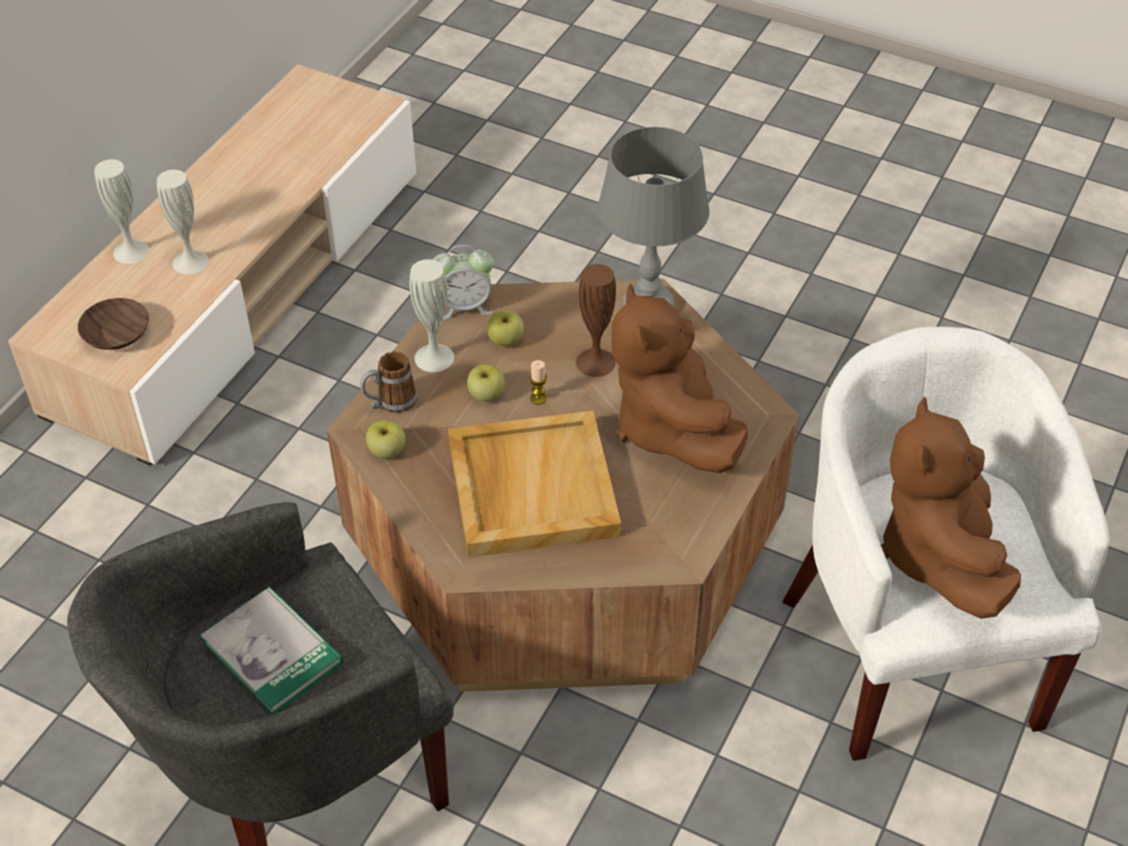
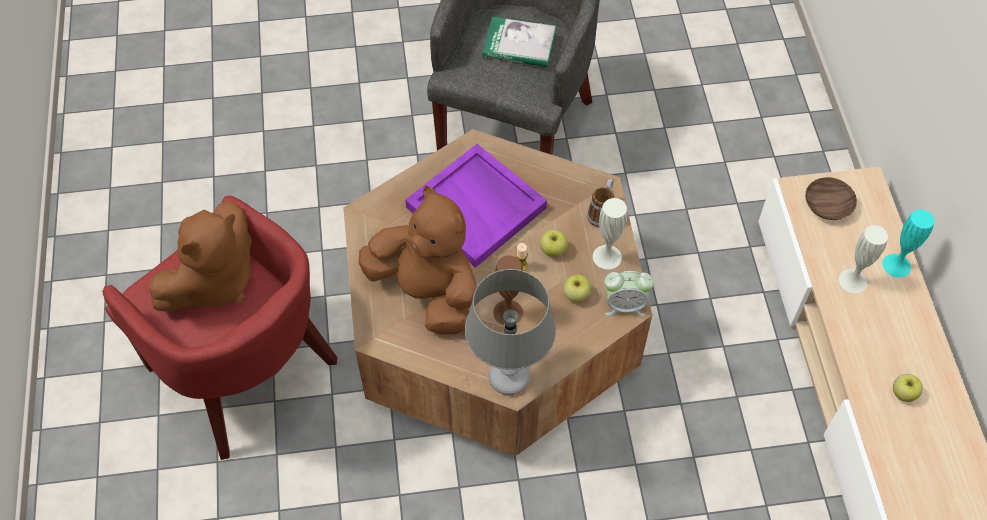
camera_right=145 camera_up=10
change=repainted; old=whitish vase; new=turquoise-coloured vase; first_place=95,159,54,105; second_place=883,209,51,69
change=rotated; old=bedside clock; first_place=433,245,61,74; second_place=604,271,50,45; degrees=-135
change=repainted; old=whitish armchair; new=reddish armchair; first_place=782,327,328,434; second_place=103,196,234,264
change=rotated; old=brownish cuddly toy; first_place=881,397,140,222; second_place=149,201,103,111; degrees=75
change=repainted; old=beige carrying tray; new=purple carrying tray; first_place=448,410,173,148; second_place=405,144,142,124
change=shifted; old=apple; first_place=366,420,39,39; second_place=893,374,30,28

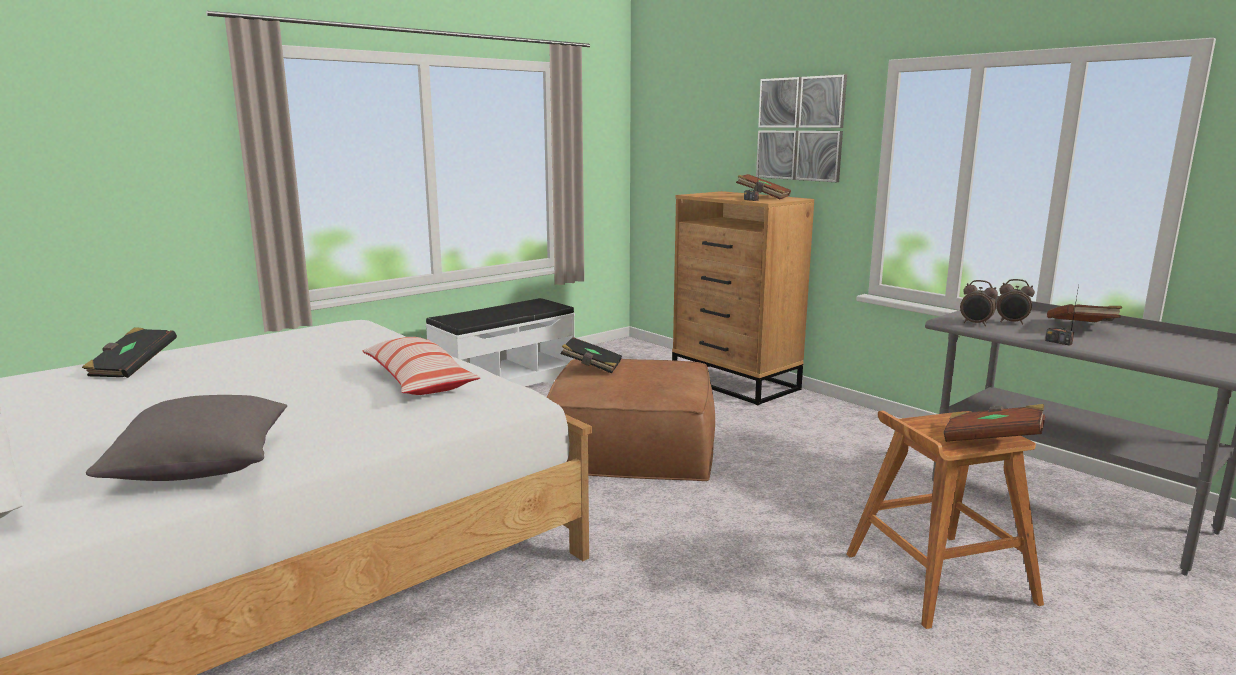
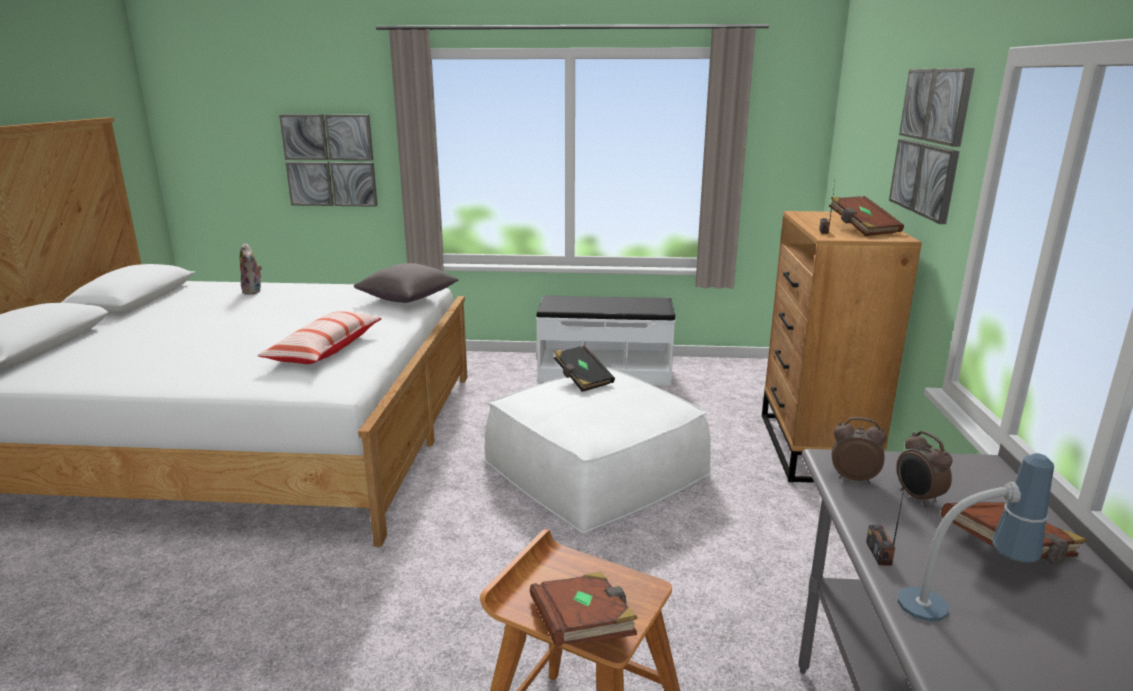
camera_right=45 camera_up=5
change=rotated; old=bedside clock; first_place=960,280,38,46; second_place=832,417,54,67; degrees=120
change=swapped; old=black book; new=cuddly toy; first_place=82,327,95,51; second_place=240,243,22,52
change=repainted; old=brownish pouffe; new=whitish pouffe; first_place=547,359,168,122; second_place=484,367,228,166
change=shifted; old=gray throw pillow; first_place=86,395,201,86; second_place=354,263,105,40
change=new; new=wall picture; second_place=279,114,98,93
change=new; new=tabletop lamp; second_place=897,453,157,169

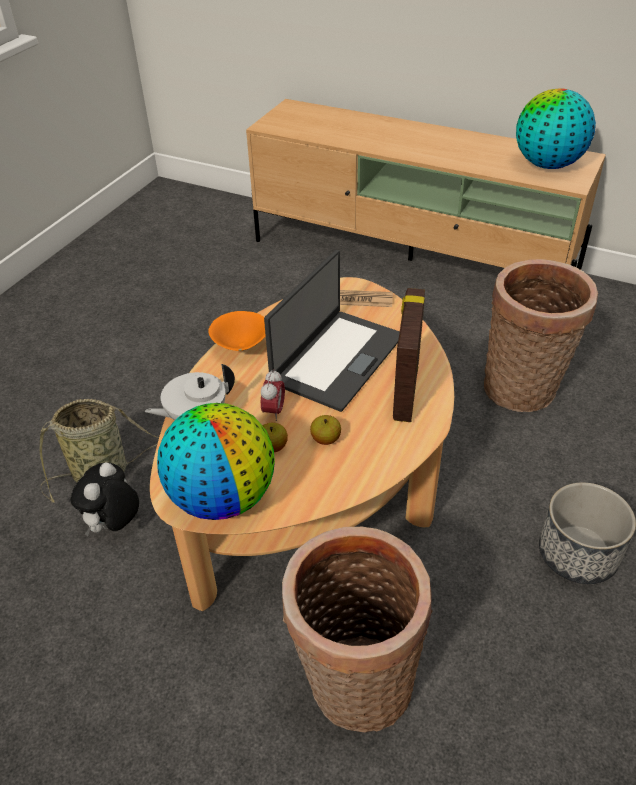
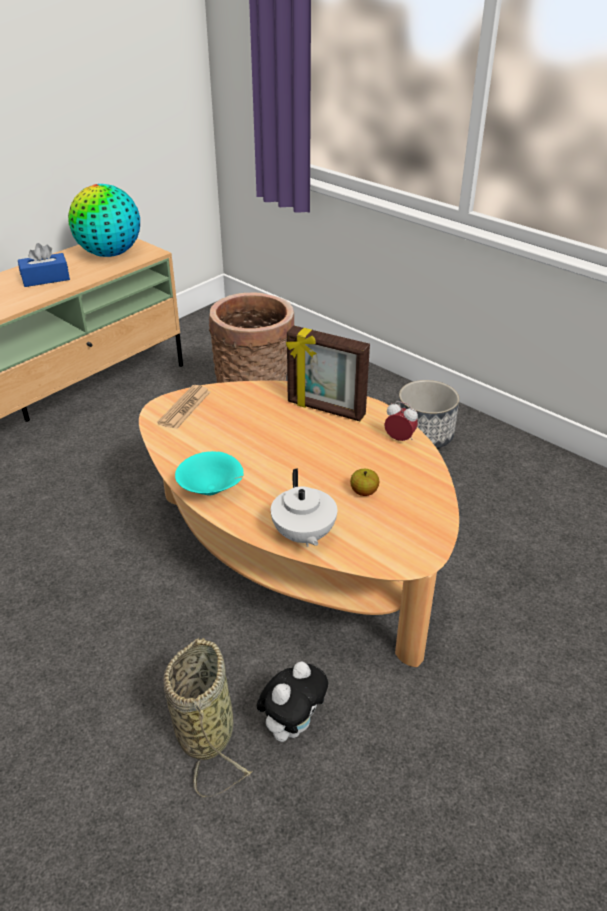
camera_right=-75 camera_up=-5
change=gone; old=portable computer; first_place=264,250,136,162
change=repainted; old=orange-coloured bowl; new=turquoise-coloured bowl; first_place=208,311,58,40; second_place=175,451,68,45
change=shifted; old=bedside clock; first_place=261,369,24,52; second_place=384,401,34,40
change=gone; old=world globe; first_place=157,403,118,117
change=gone; old=apple; first_place=310,415,31,30
change=rotated; old=cuddly toy; first_place=70,462,69,74; second_place=257,662,71,80; degrees=-90
change=gone; old=household basket; first_place=282,527,151,205
change=new; new=blue-coloured tissue box; second_place=18,243,52,44

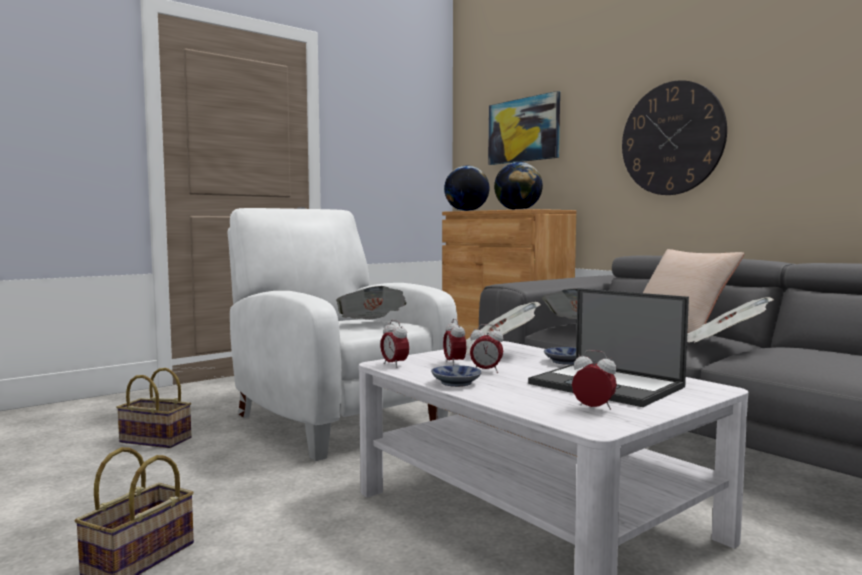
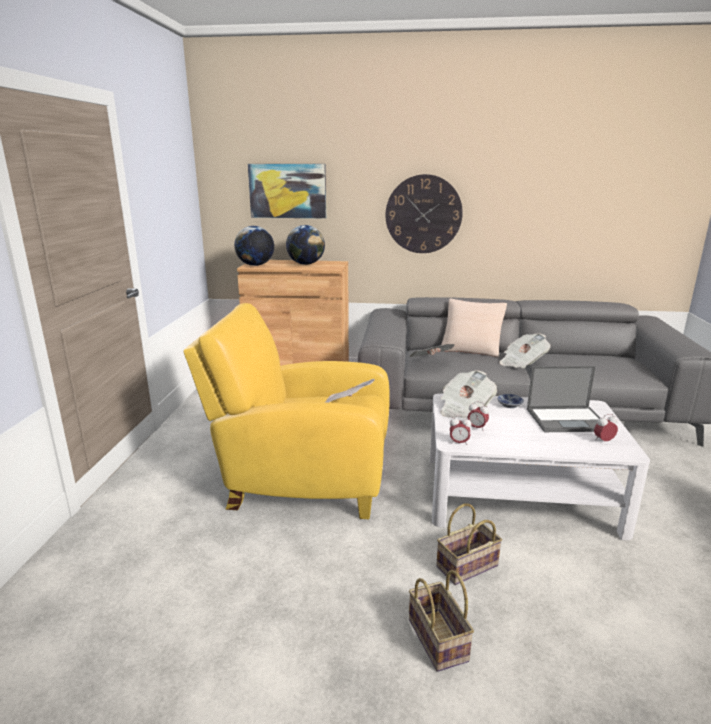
camera_right=-45 camera_up=15
change=repainted; old=whitish armchair; new=yellow armchair; first_place=228,208,229,253; second_place=184,303,206,216
change=gone; old=bedside clock; first_place=470,324,33,49
change=gone; old=bowl; first_place=431,365,51,22
change=shifted; old=household basket; first_place=116,368,75,80; second_place=436,503,66,82

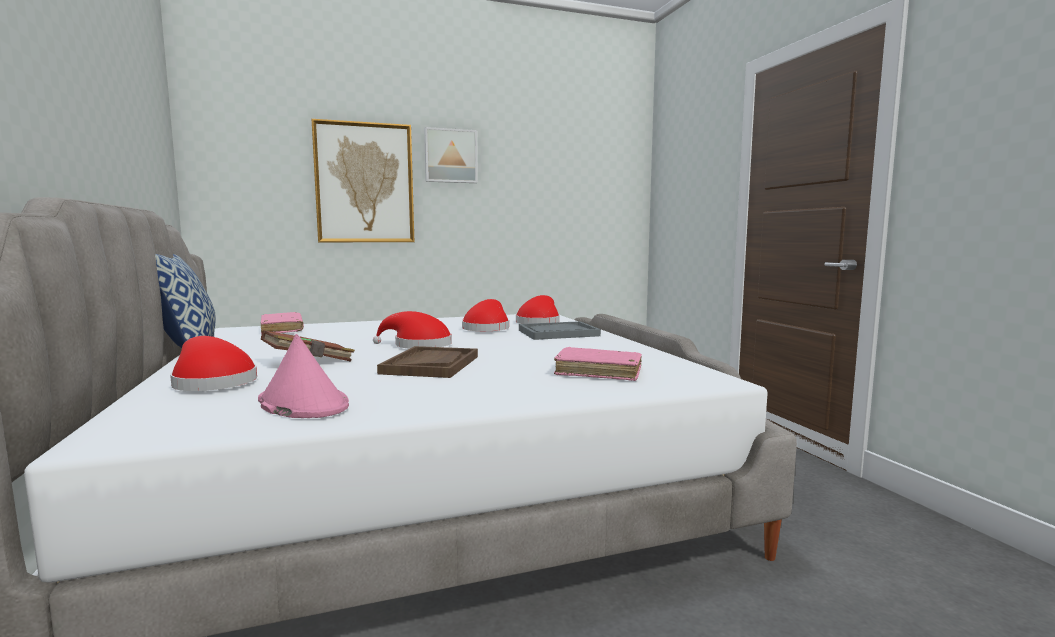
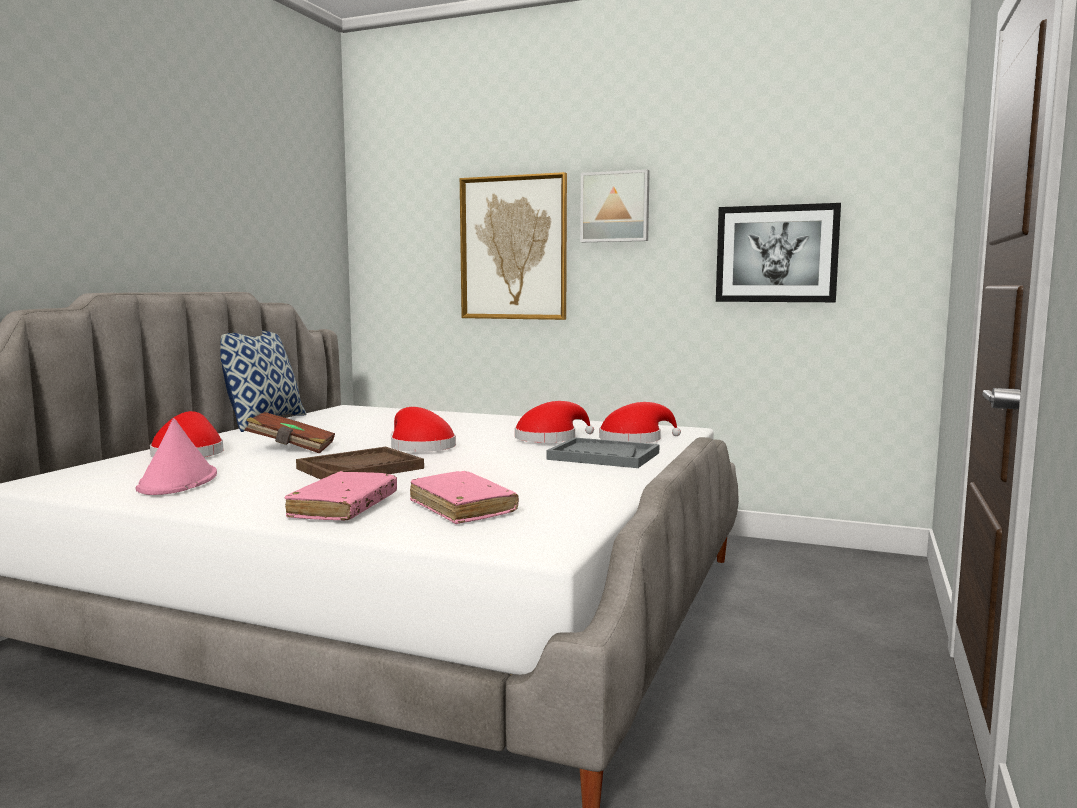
camera_right=40 camera_up=0
change=shifted; old=pink book; first_place=261,312,43,22; second_place=284,471,113,50
change=new; new=wall picture; second_place=716,203,125,99

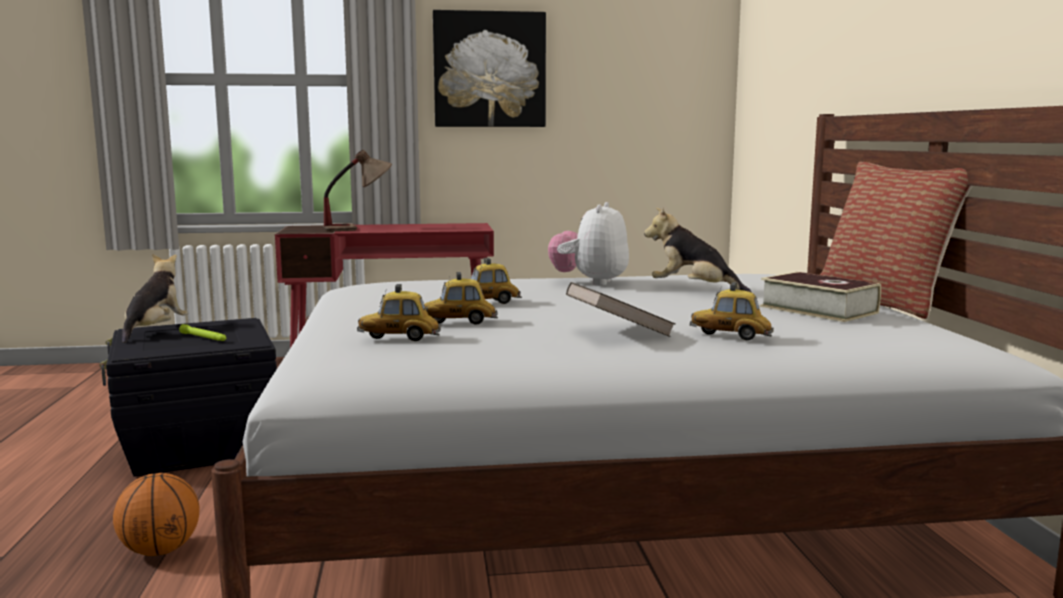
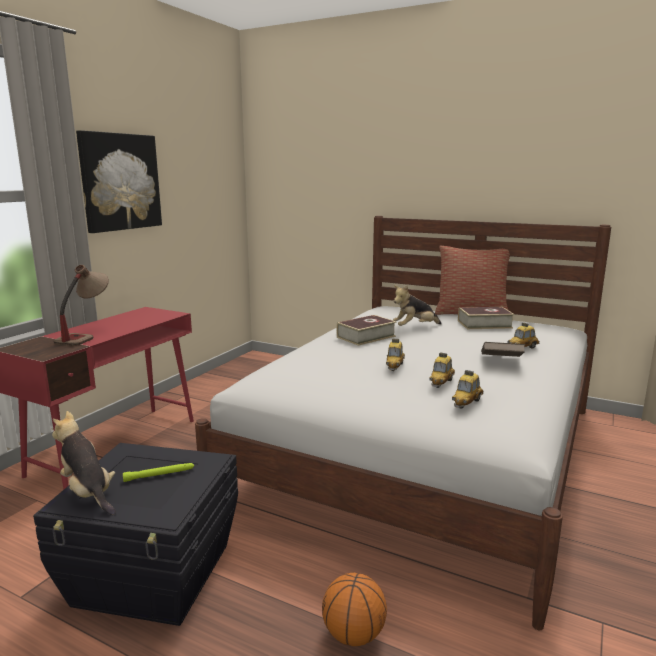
camera_right=-55 camera_up=5
change=swapped; old=cuddly toy; new=book; first_place=548,202,81,84; second_place=336,315,60,31

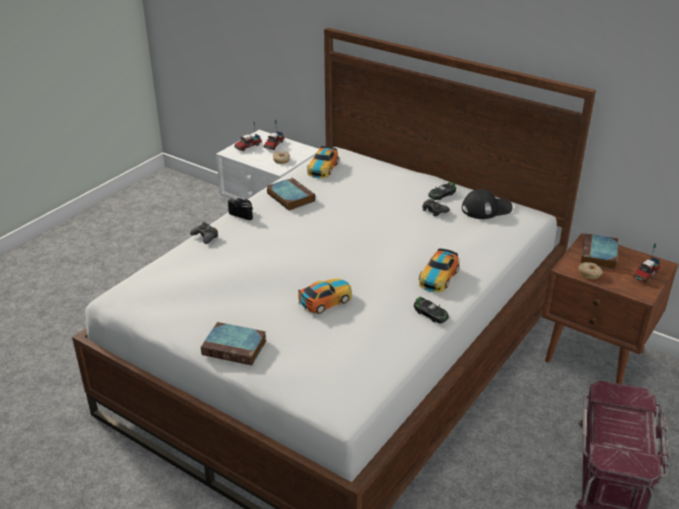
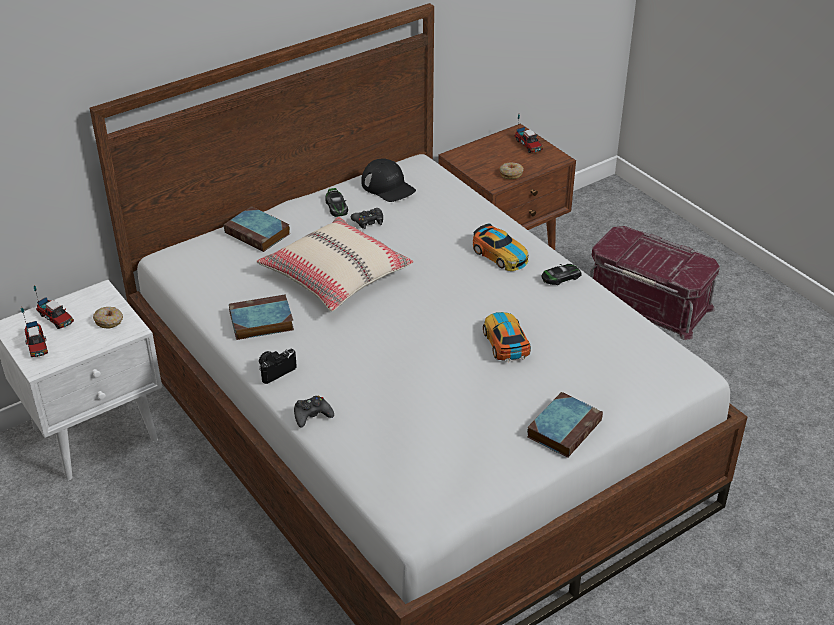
camera_right=-70 camera_up=5
change=gone; old=miniature car; first_place=307,146,32,32
change=rotated; old=black baseball cap; first_place=462,189,51,30; second_place=361,158,55,44; degrees=135
change=shifted; old=book; first_place=581,233,37,37; second_place=224,206,66,46
change=new; new=beige throw pillow; second_place=256,217,157,95

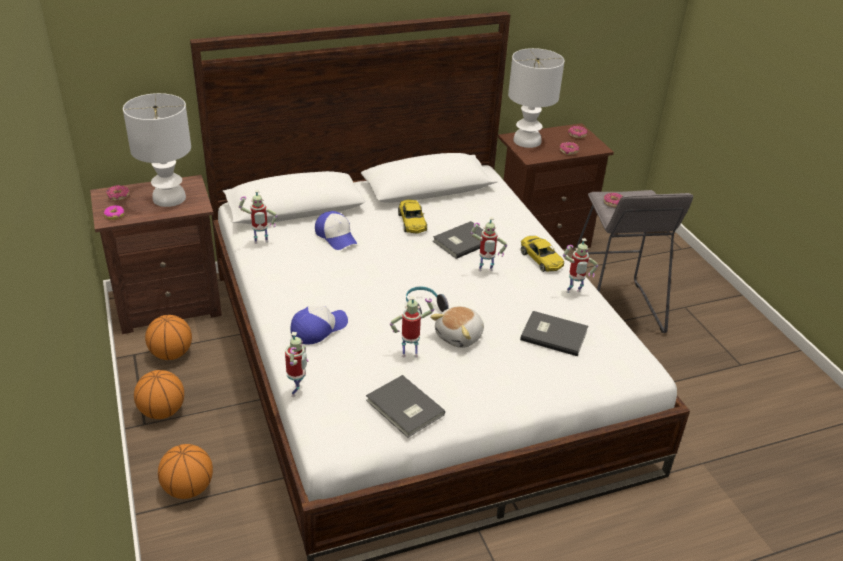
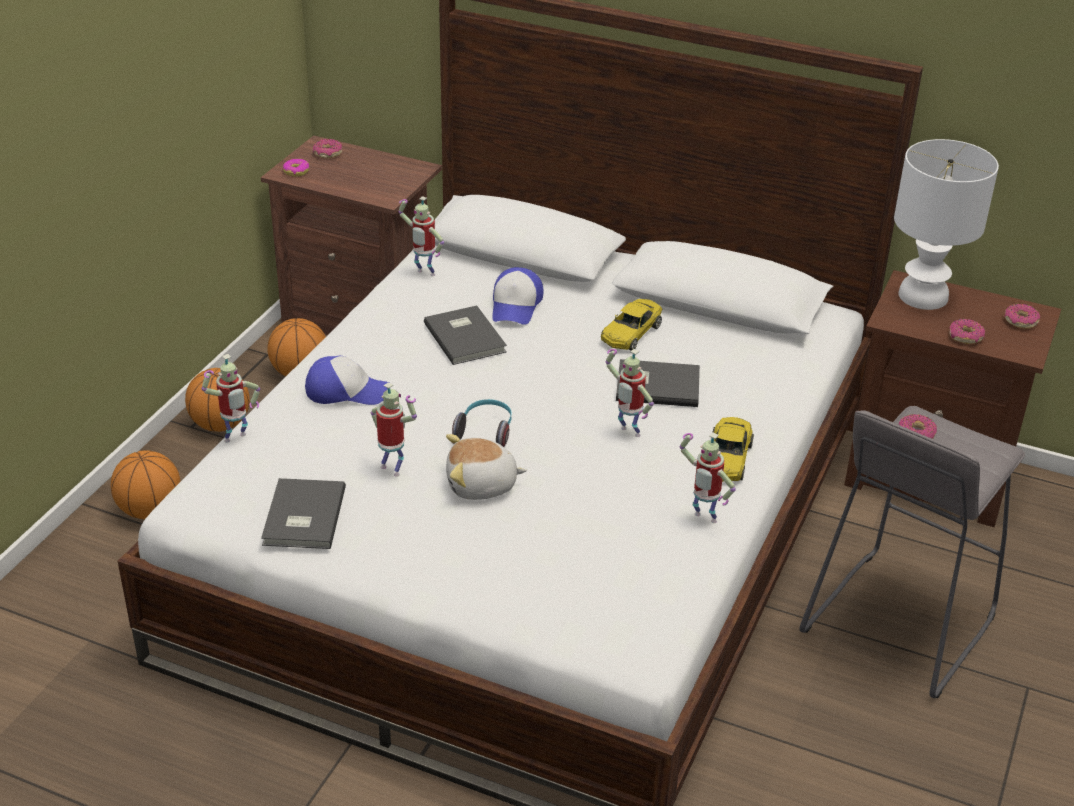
camera_right=45 camera_up=0
change=gone; old=whitish tabletop lamp; first_place=123,93,68,114
change=shifted; old=gray book; first_place=520,311,68,45; second_place=424,305,83,60

